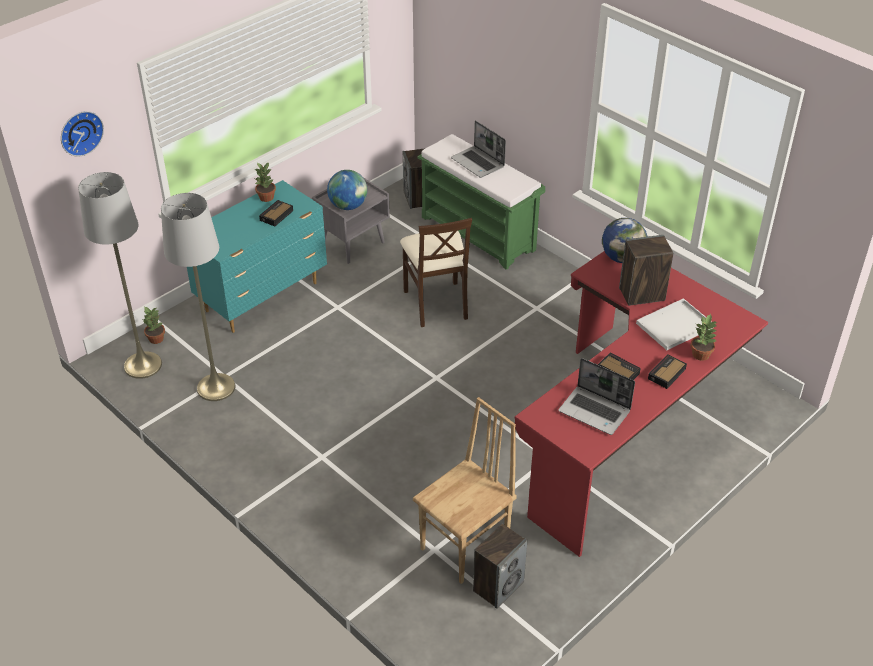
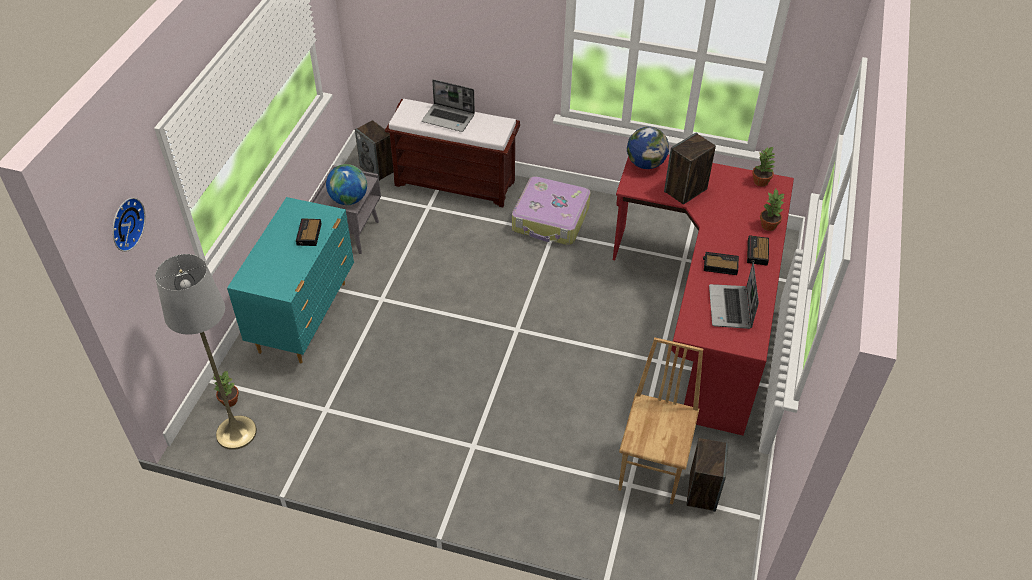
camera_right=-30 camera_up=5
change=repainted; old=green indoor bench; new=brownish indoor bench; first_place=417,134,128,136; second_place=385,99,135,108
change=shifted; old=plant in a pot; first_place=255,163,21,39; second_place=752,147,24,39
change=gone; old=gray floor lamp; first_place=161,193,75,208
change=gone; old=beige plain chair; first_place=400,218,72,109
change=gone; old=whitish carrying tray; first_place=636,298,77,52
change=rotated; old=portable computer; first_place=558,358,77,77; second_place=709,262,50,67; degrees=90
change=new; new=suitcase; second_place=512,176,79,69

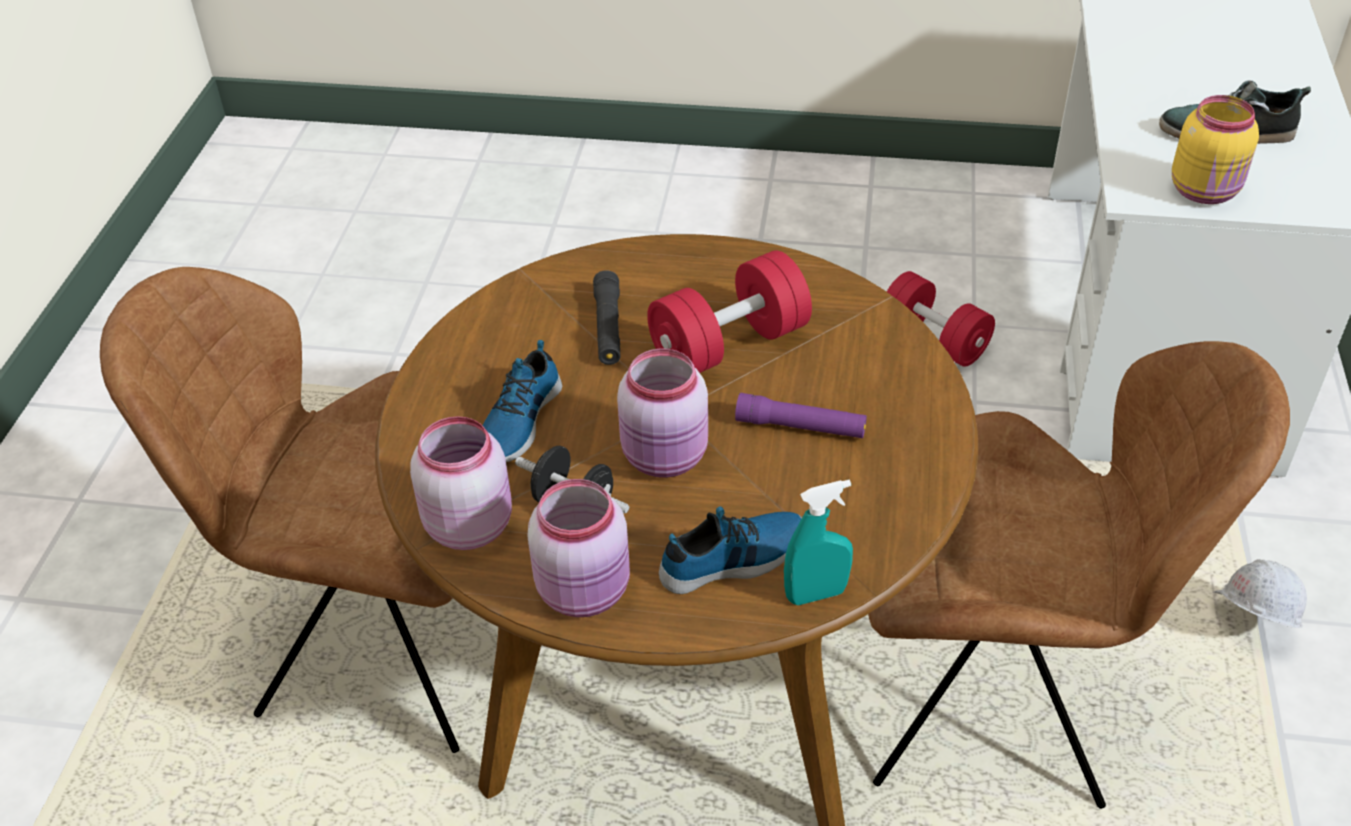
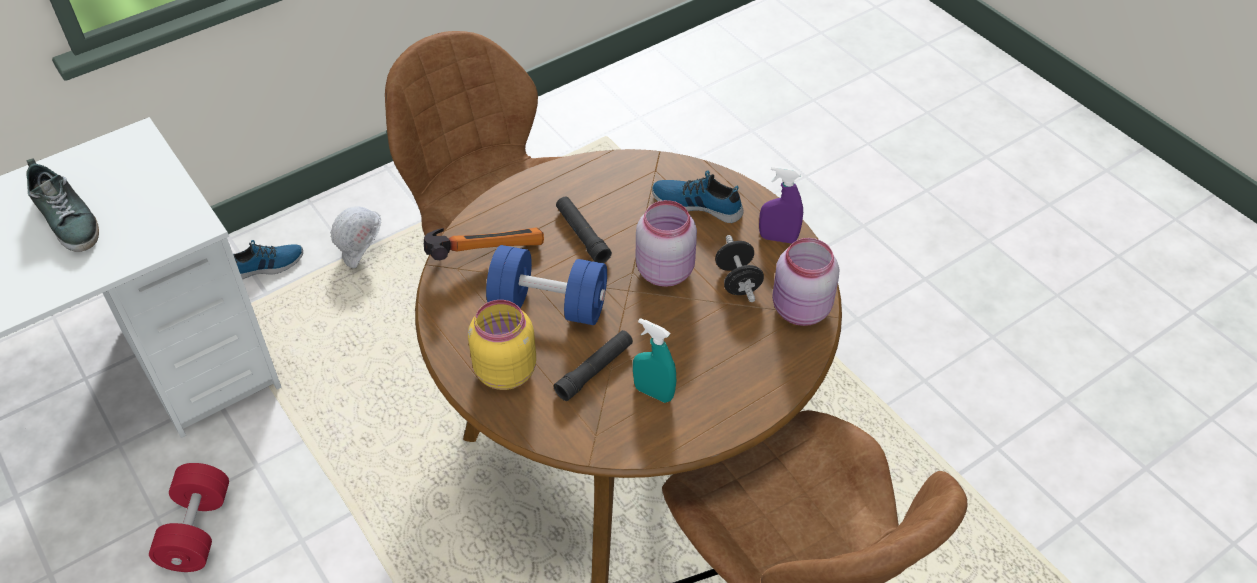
camera_right=-135 camera_up=5
change=shifted; old=yellow jar; first_place=1172,95,87,109; second_place=468,300,68,90
change=repainted; old=reddish dumbbell; new=blue-coloured dumbbell; first_place=647,250,165,123; second_place=486,245,121,80
change=shifted; old=low shoe; first_place=482,340,80,122; second_place=233,240,70,39
change=repainted; old=purple torch; new=black torch; first_place=735,393,132,45; second_place=556,197,56,66
change=swapped; old=pink jar; new=purple hand sprayer; first_place=528,479,102,138; second_place=759,166,44,78
change=shifted; old=turquoise-coloured hand sprayer; first_place=784,480,69,125; second_place=633,318,43,85
change=new; new=tool hammer; second_place=424,227,120,33

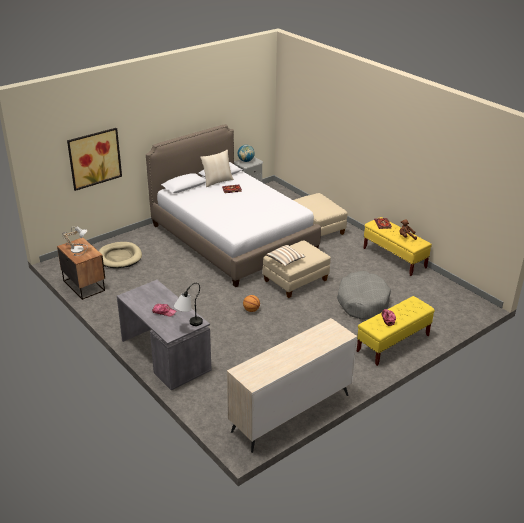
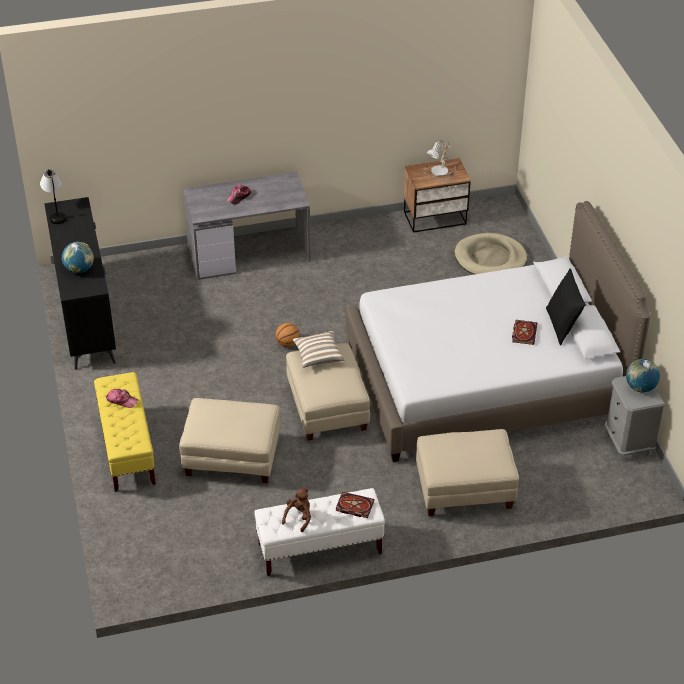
camera_right=115 camera_up=10
change=gone; old=wall picture; first_place=67,128,55,63
change=repainted; old=beige throw pillow; new=black throw pillow; first_place=200,150,34,37; second_place=546,268,40,77
change=repainted; old=yellow indoor bench; new=whitish indoor bench; first_place=363,217,69,59; second_place=254,488,131,88
change=swapped; old=gray dog cushion; new=beige pouffe; first_place=337,271,54,49; second_place=179,398,101,85
change=shifted; old=tabletop lamp; first_place=174,283,29,43; second_place=40,169,26,55
change=repainted; old=beige drawer chest; new=black drawer chest; first_place=227,318,130,135; second_place=44,197,72,173
change=new; new=world globe; second_place=62,242,32,31

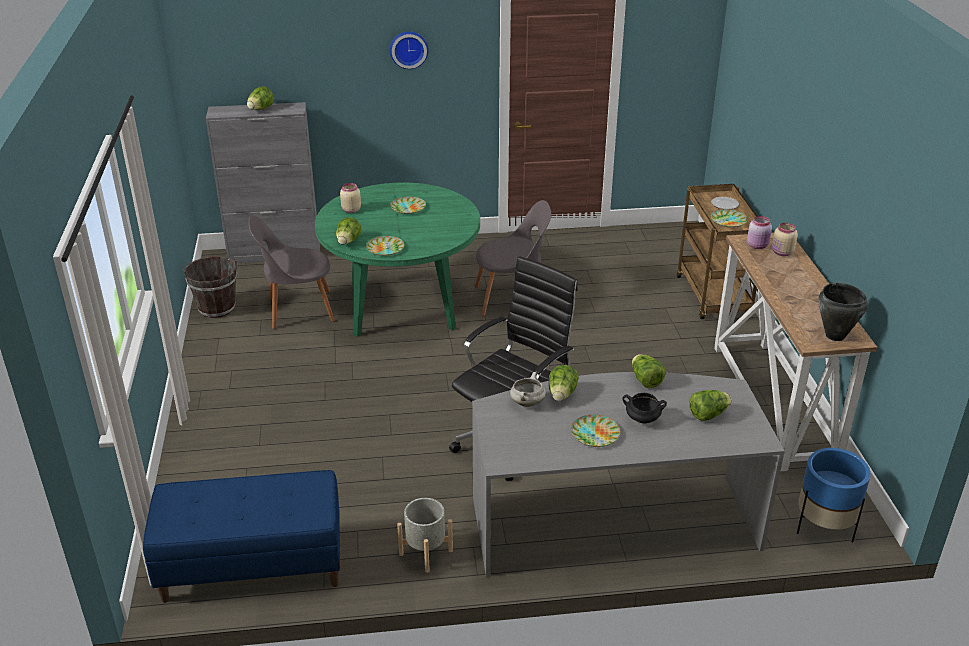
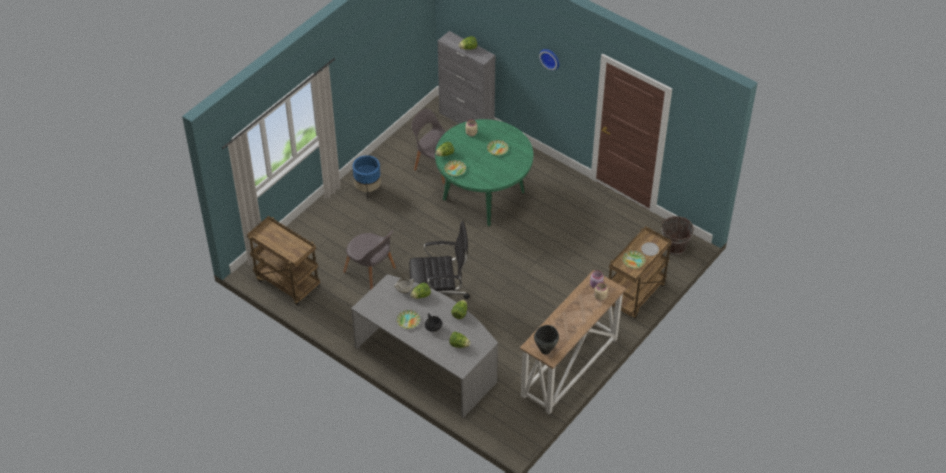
camera_right=45 camera_up=15
change=shifted; old=gray plain chair; first_place=475,200,76,116; second_place=343,230,53,60
change=shifted; old=brownish water bucket; first_place=182,256,55,62; second_place=662,216,32,39
change=shifted; old=blue-coloured flower pot; first_place=797,448,74,95; second_place=353,155,28,43
change=swapped; old=blue-coloured indoor bench; new=brownish wheeled cart; first_place=143,470,197,133; second_place=247,216,73,90
change=gone; old=gray flower pot; first_place=397,498,56,75

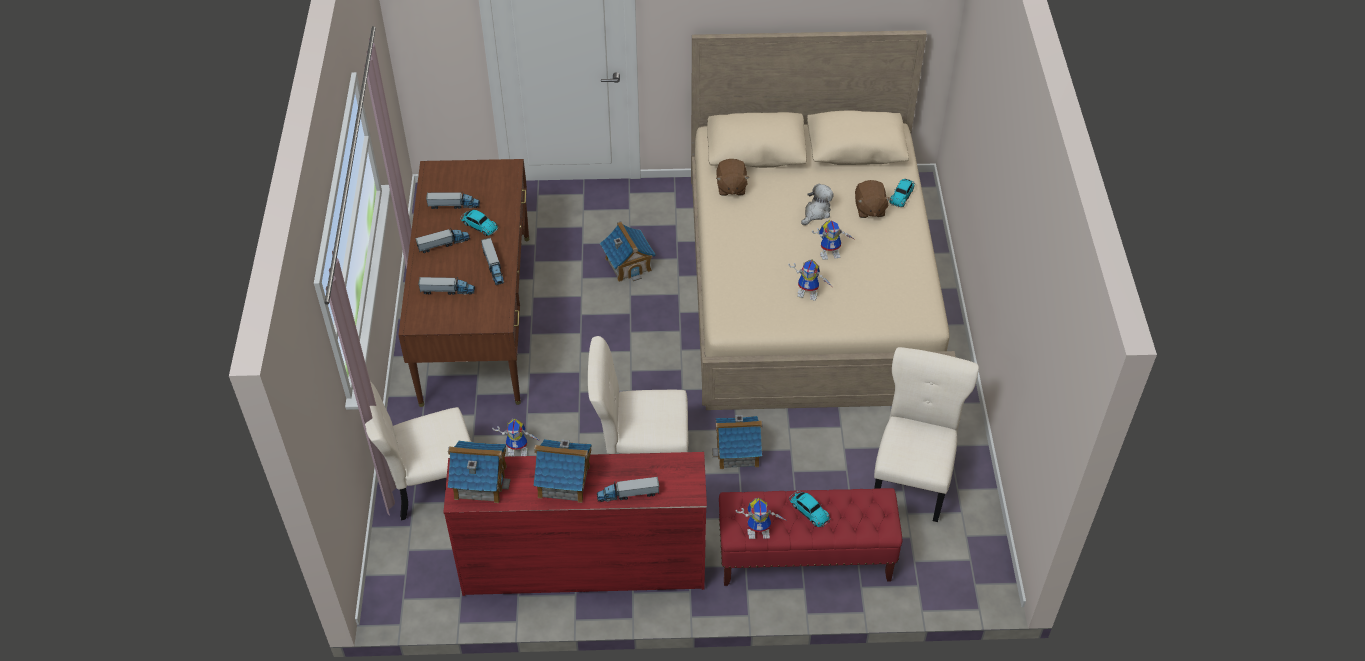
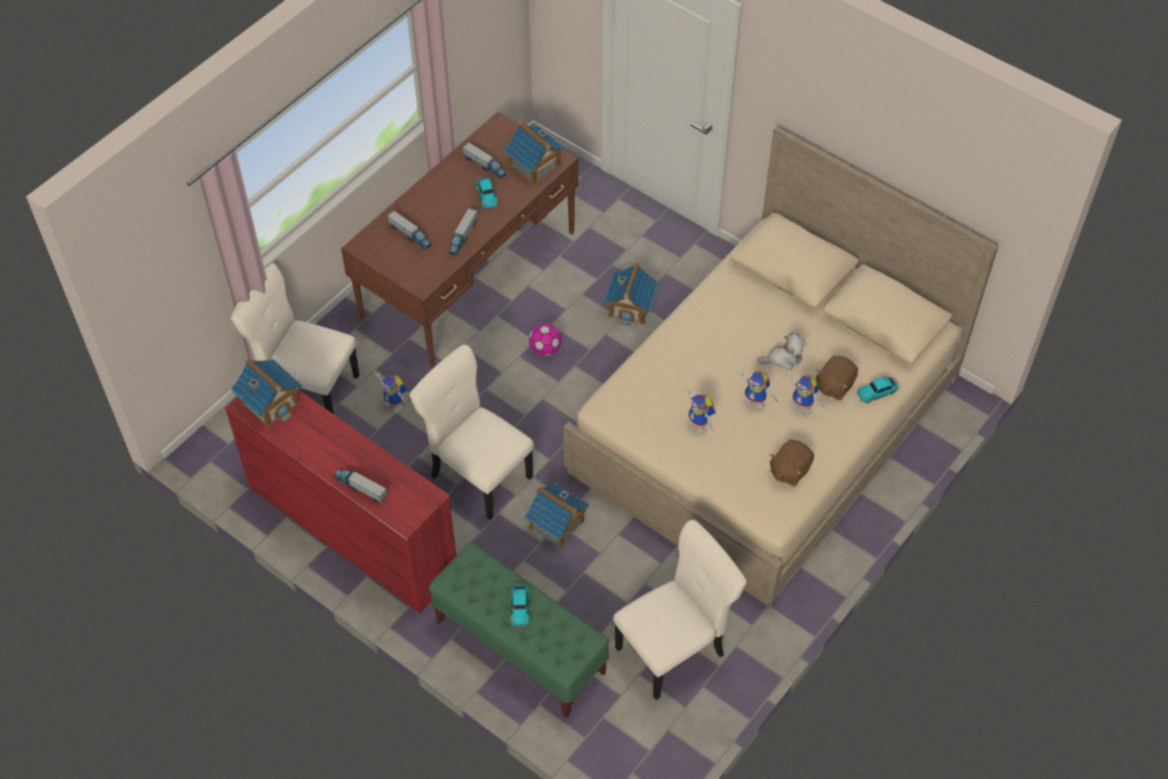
camera_right=40 camera_up=5
change=shifted; old=brownish cuddly toy; first_place=716,159,33,37; second_place=770,439,44,48
change=gone; old=model truck; first_place=415,229,55,24
change=shifted; old=model house; first_place=533,439,59,64; second_place=504,121,61,64
change=repainted; old=reddish indoor bench; new=green indoor bench; first_place=719,488,183,98; second_place=429,542,180,176
change=shifted; old=robot figure; first_place=736,498,51,41; second_place=786,373,40,44
change=new; new=ball for football; second_place=529,323,33,33

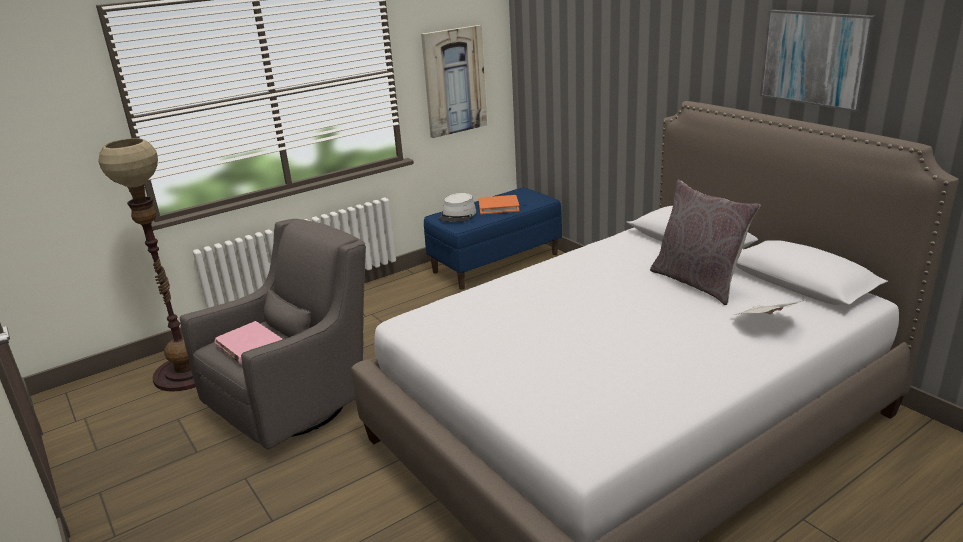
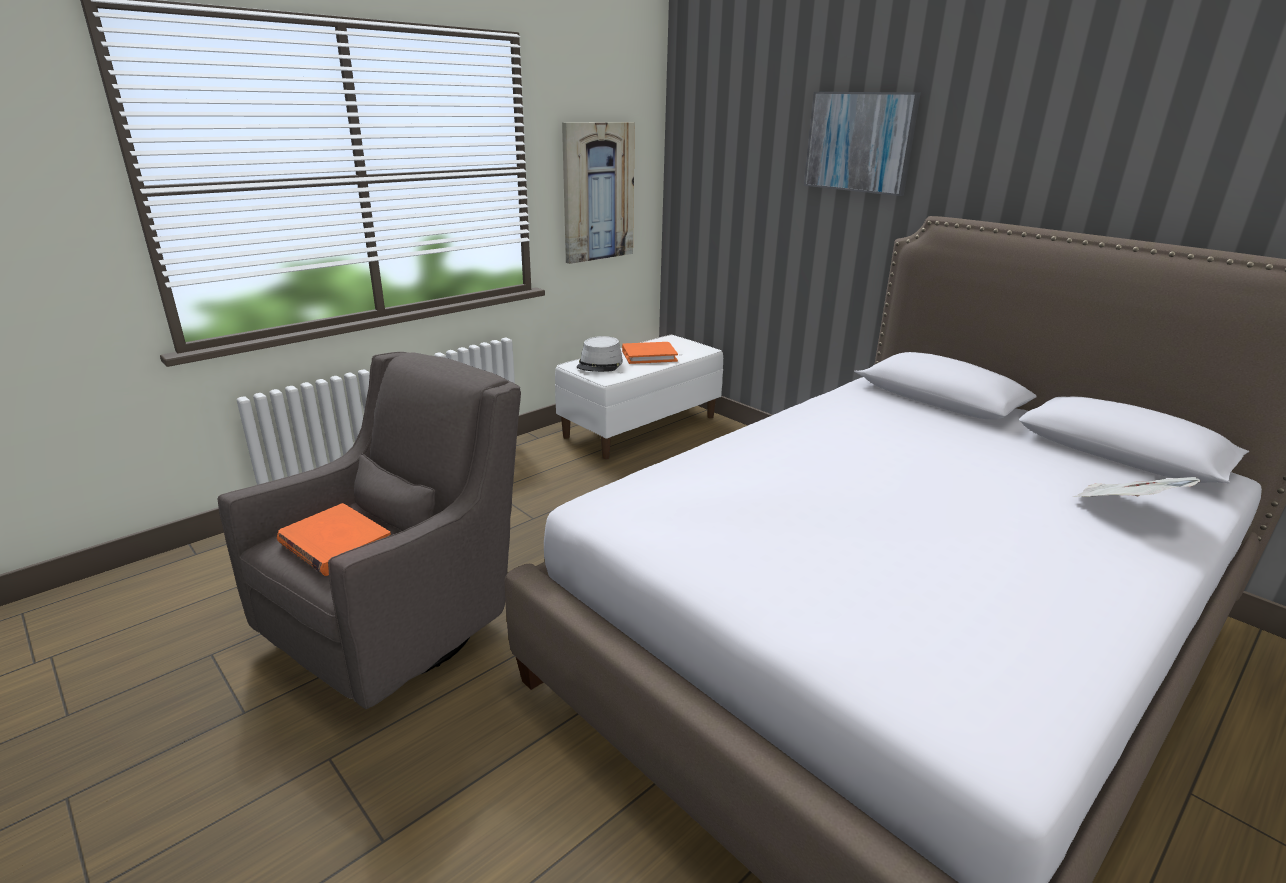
camera_right=-10 camera_up=0
change=shifted; old=wall picture; first_place=760,10,116,102; second_place=804,92,117,104
change=gone; old=floor lamp; first_place=98,138,98,254
change=gone; old=gray throw pillow; first_place=650,180,110,125
change=repainted; old=blue-coloured indoor bench; new=whitish indoor bench; first_place=424,187,138,103; second_place=555,335,168,124
change=repainted; old=pink book; new=orange-coloured book; first_place=214,321,69,44; second_place=277,503,114,73

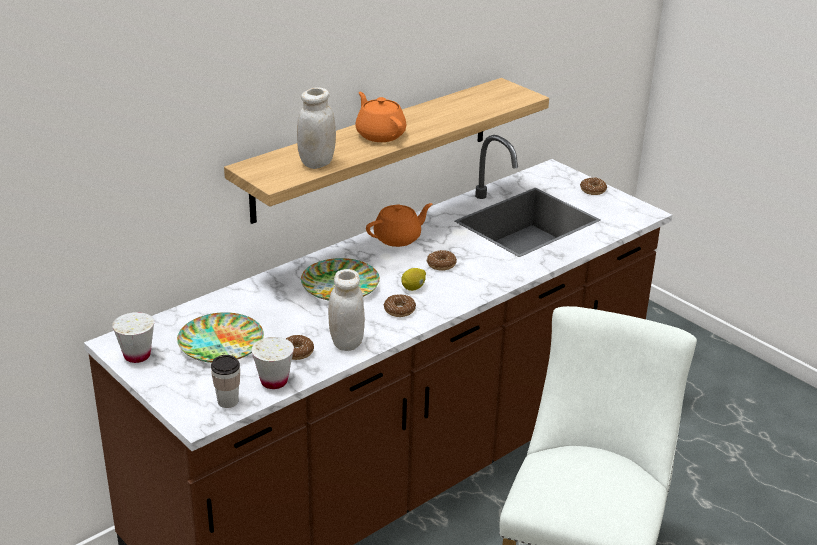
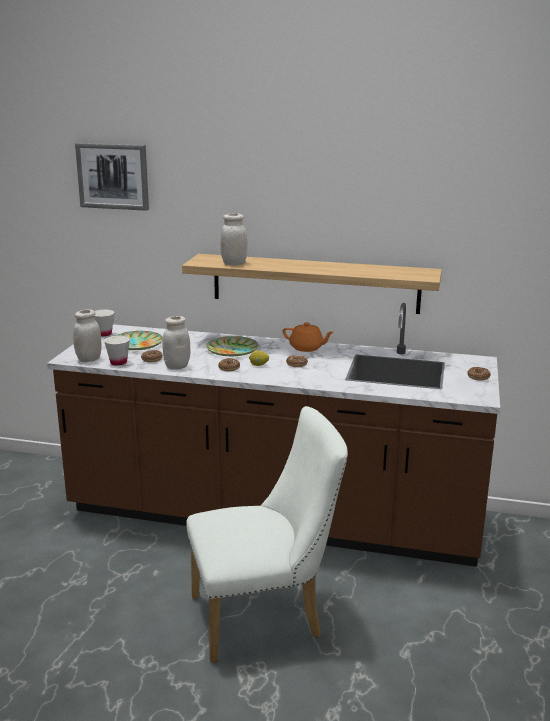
camera_right=55 camera_up=-10
change=gone; old=orange-coloured pot for tea; first_place=355,92,51,50
change=swapped; old=drinking cup; new=whitish jar; first_place=211,355,29,53; second_place=73,309,28,53
change=new; new=wall picture; second_place=75,143,74,68

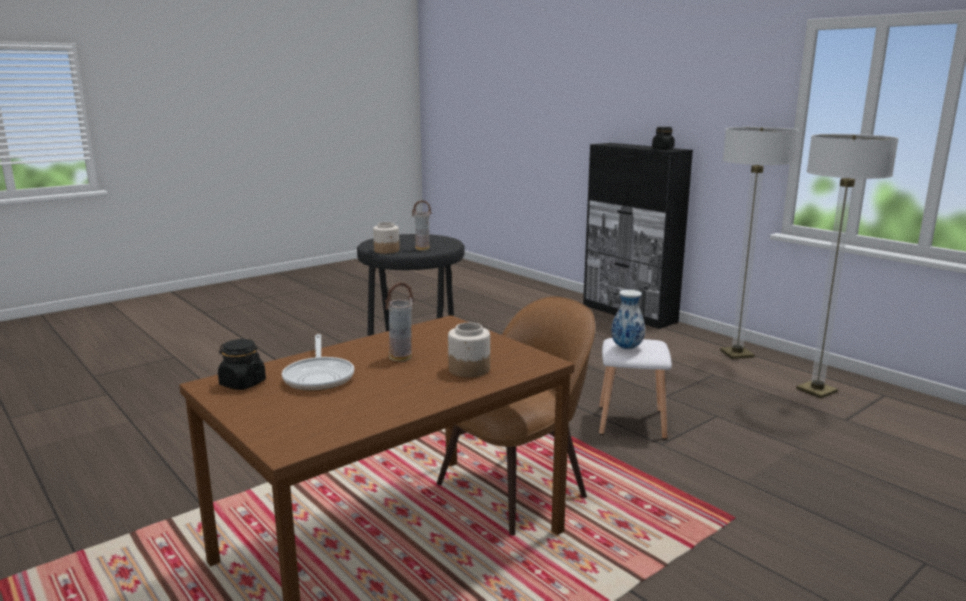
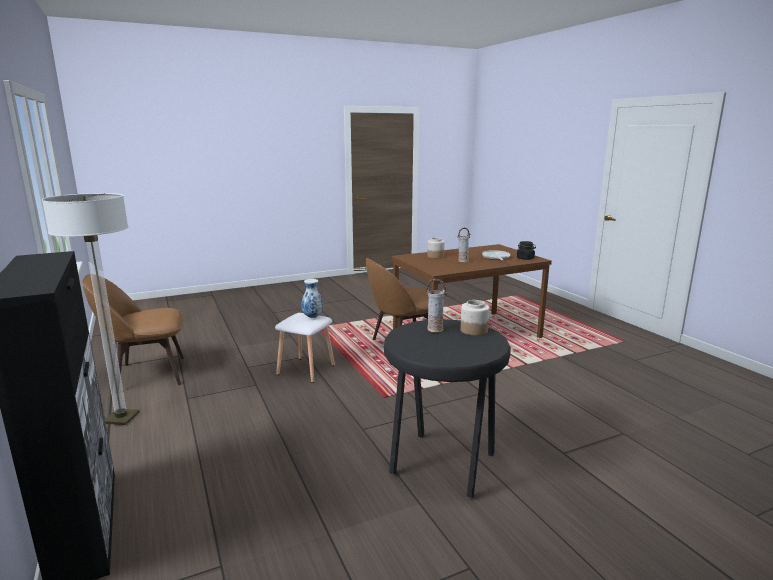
camera_right=-165 camera_up=0
change=gone; old=black jar; first_place=652,127,23,22
change=swapped; old=floor lamp; new=brownish plain chair; first_place=796,134,103,264; second_place=82,274,102,111

